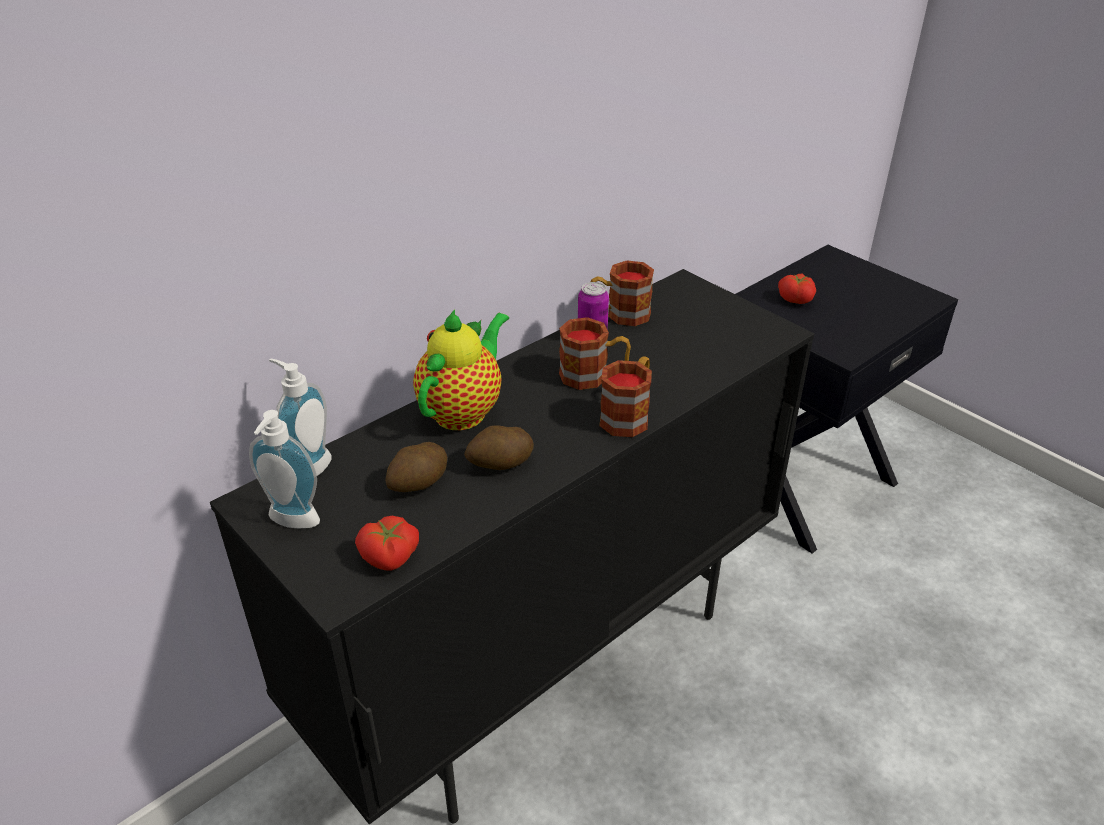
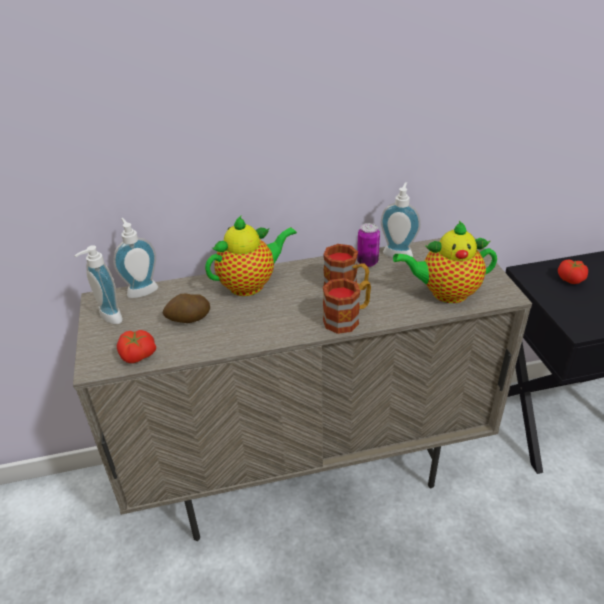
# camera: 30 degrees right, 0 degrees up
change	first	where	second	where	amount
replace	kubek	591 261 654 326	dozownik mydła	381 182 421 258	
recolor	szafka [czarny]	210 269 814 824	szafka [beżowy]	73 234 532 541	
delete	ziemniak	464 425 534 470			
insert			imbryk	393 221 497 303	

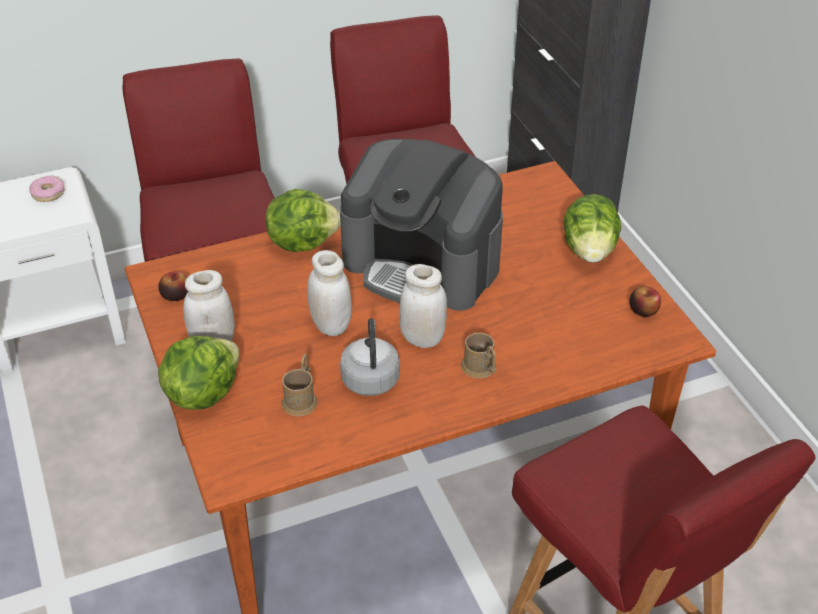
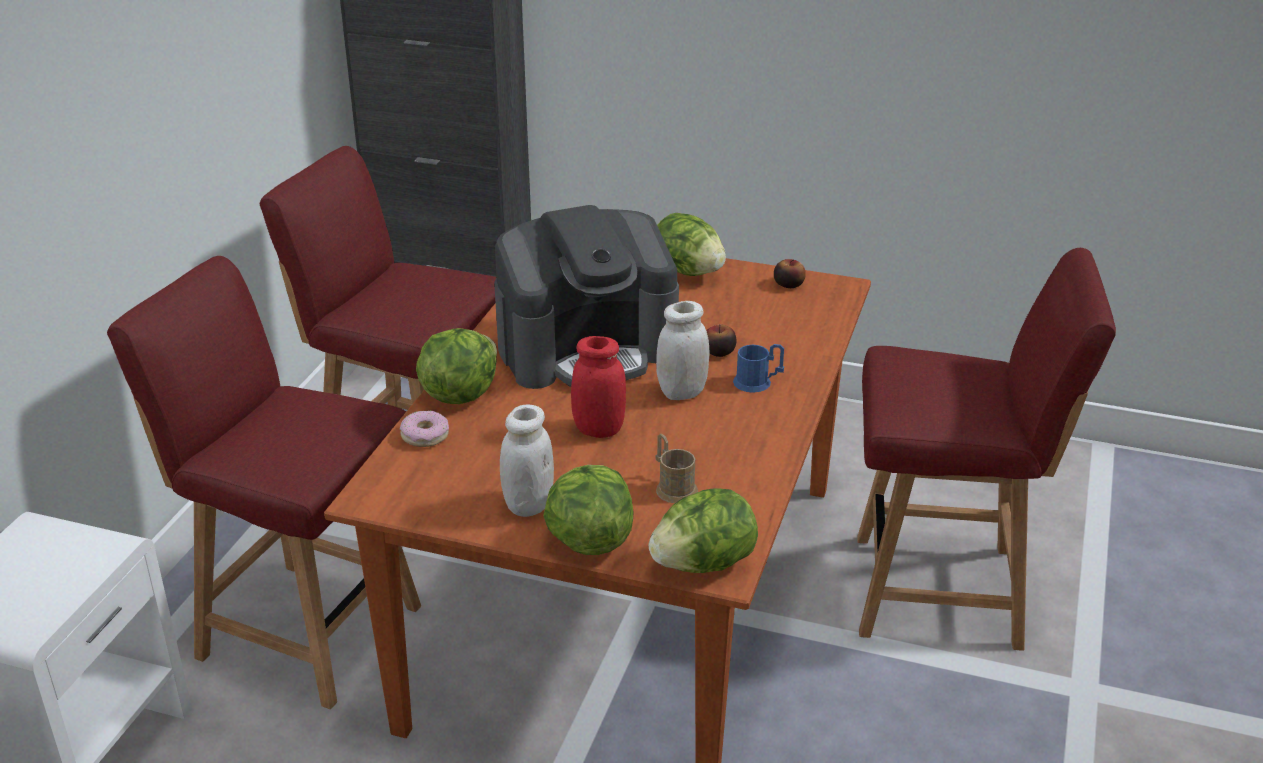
# camera: 50 degrees left, 10 degrees down
change	first	where	second	where	amount
move	donut	29 175 65 202		400 410 449 447	
recolor	słoik [biały]	307 250 352 336	słoik [czerwony]	571 336 626 438	
move	jabłko	158 272 188 301		706 325 736 357	
delete	czajnik [szary]	340 319 400 396			
recolor	kubek [brązowy]	461 333 496 378	kubek [niebieski]	733 344 784 393	
insert			sałata	648 489 758 573	

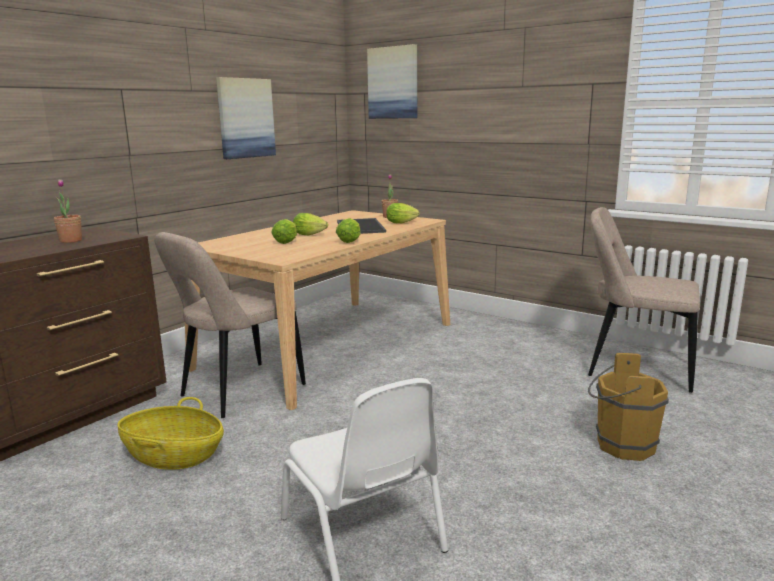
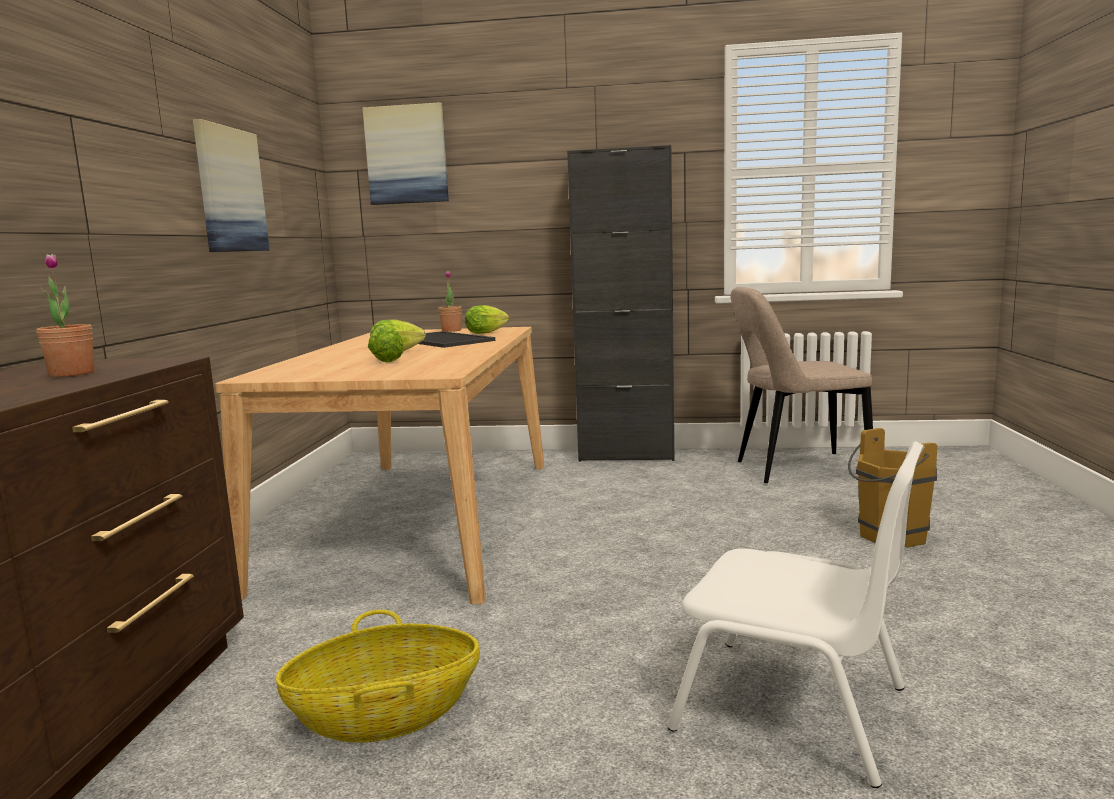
# camera: 30 degrees left, 5 degrees down
change	first	where	second	where	amount
delete	sałata	336 218 361 243			
delete	krzesło [beżowy]	154 232 306 418			
insert			szafka [czarny]	567 145 674 462	

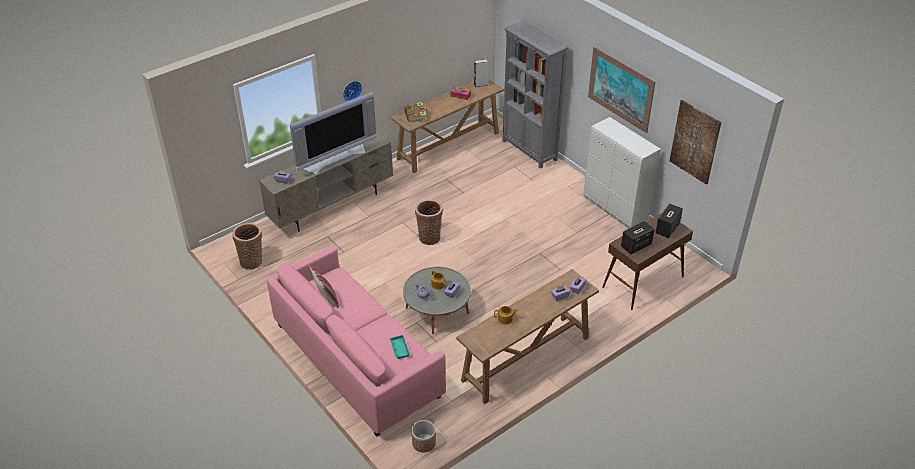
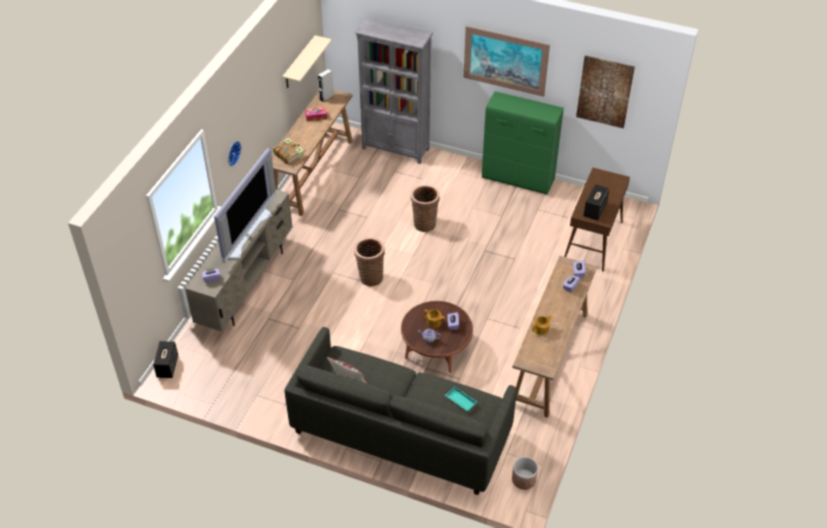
# camera: 30 degrees left, 5 degrees up
change	first	where	second	where	amount
recolor	szafka [biały]	583 117 661 228	szafka [zielony]	482 91 564 195	
move	głośnik	655 203 683 238		153 341 178 378	
move	koszyk	232 223 262 269		411 185 440 232	
recolor	kanapa [różowy]	266 246 446 437	kanapa [szary]	285 327 516 495	
recolor	ława [szary]	403 267 471 334	ława [brązowy]	401 301 473 373	
insert			półka [beżowy]	282 35 332 88	

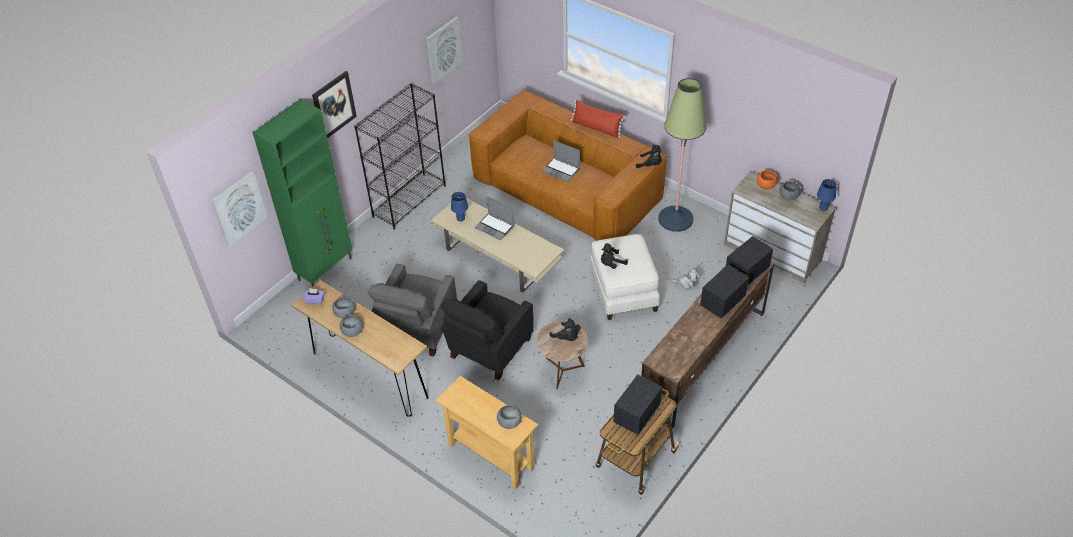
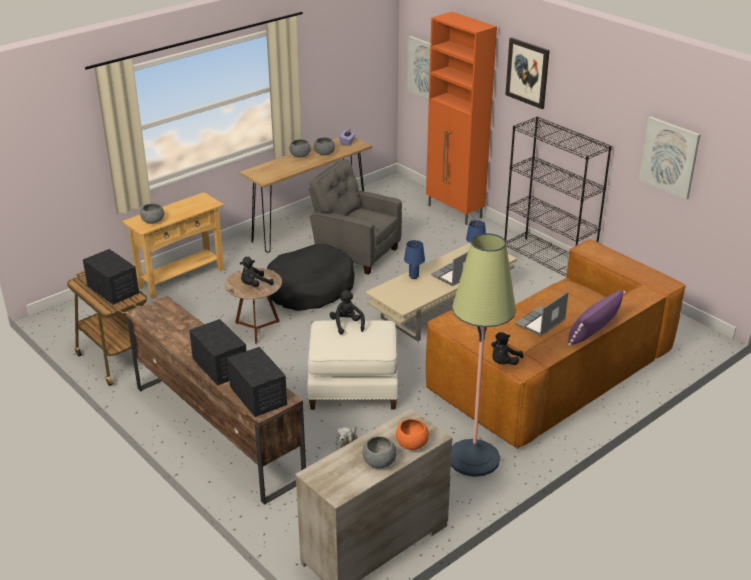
# camera: 100 degrees right, 15 degrees down
change	first	where	second	where	amount
recolor	szafka [zielony]	253 99 353 287	szafka [pomarańczowy]	426 12 497 225	
recolor	poduszka [czerwony]	571 100 625 138	poduszka [fioletowy]	568 290 626 346	
move	lampa stołowa [niebieski]	817 179 837 211		404 240 425 279	
replace	fotel [czarny]	440 280 534 381	legowisko [czarny]	267 244 355 311	

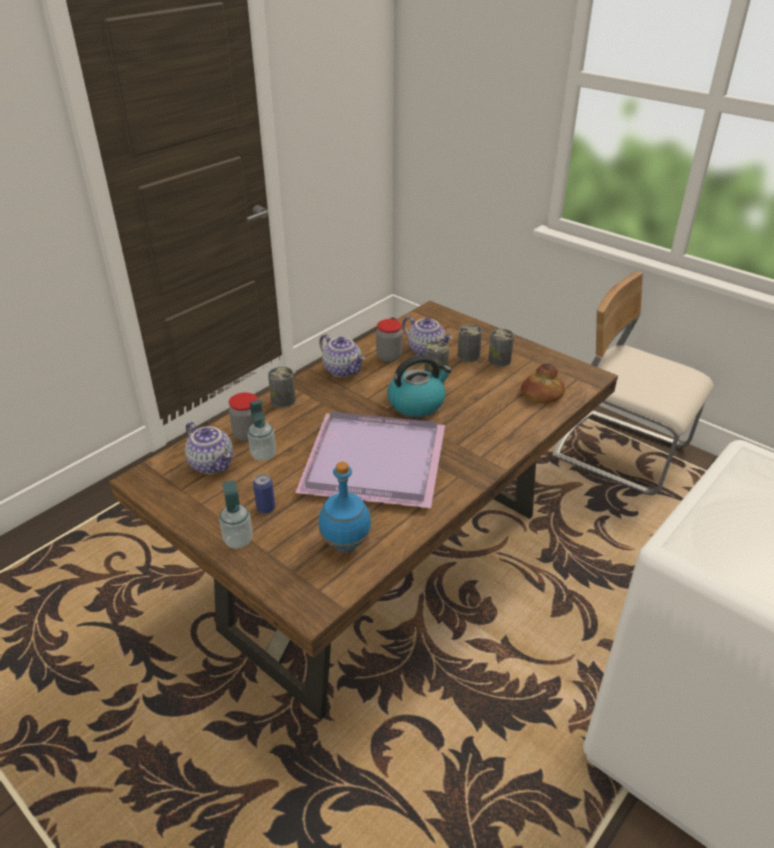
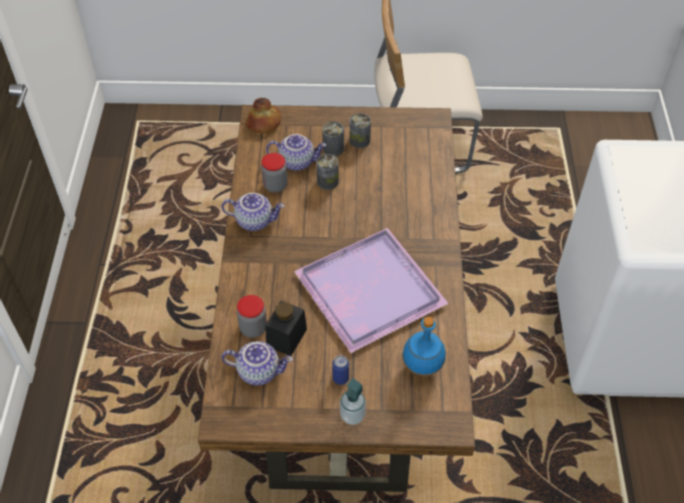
# camera: 40 degrees left, 15 degrees up
change	first	where	second	where	amount
delete	czajnik	388 355 452 417			
move	chleb	521 363 565 403		245 98 281 134	
delete	puszka	268 367 296 408			
replace	dozownik mydła	247 400 276 461	słoik [czarny]	265 301 307 356	

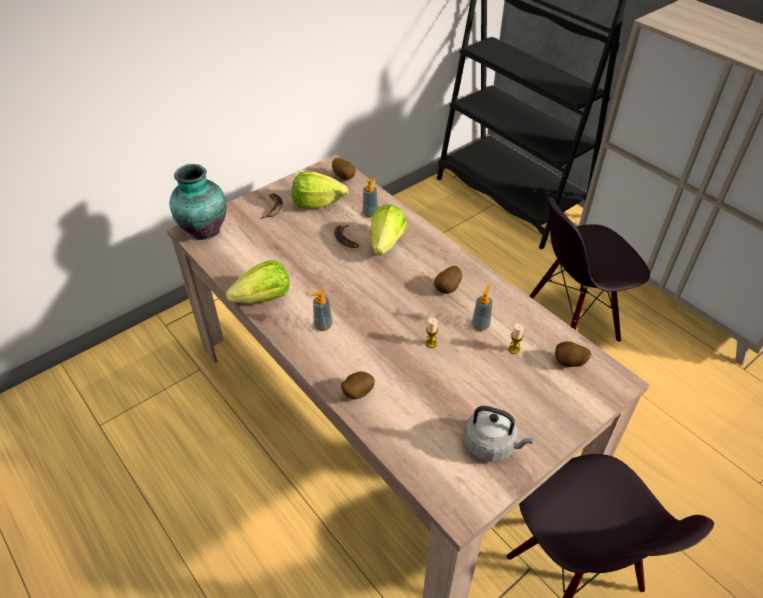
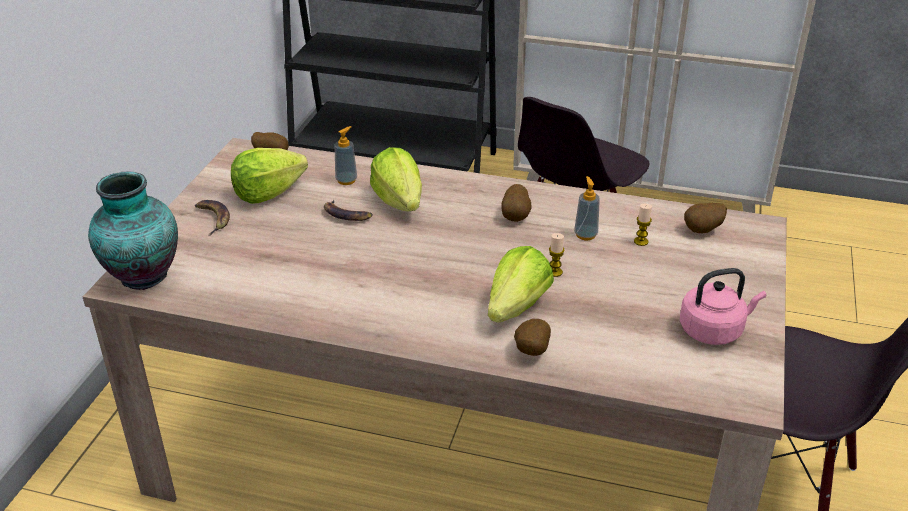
# camera: 35 degrees left, 10 degrees down
change	first	where	second	where	amount
move	sałata	226 260 290 304		488 246 554 323	
delete	dozownik mydła	311 289 332 331			
recolor	czajnik [szary]	464 406 533 462	czajnik [różowy]	680 268 766 345	

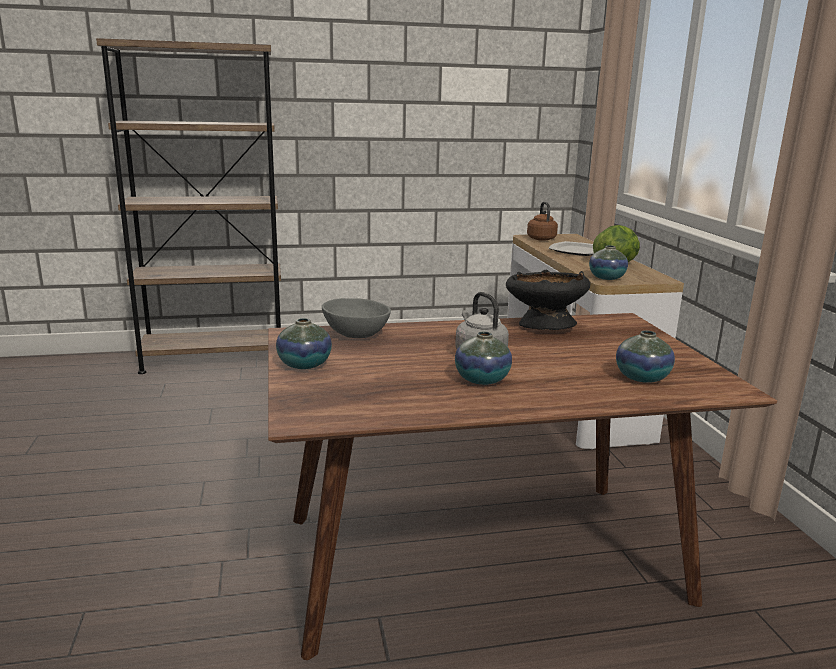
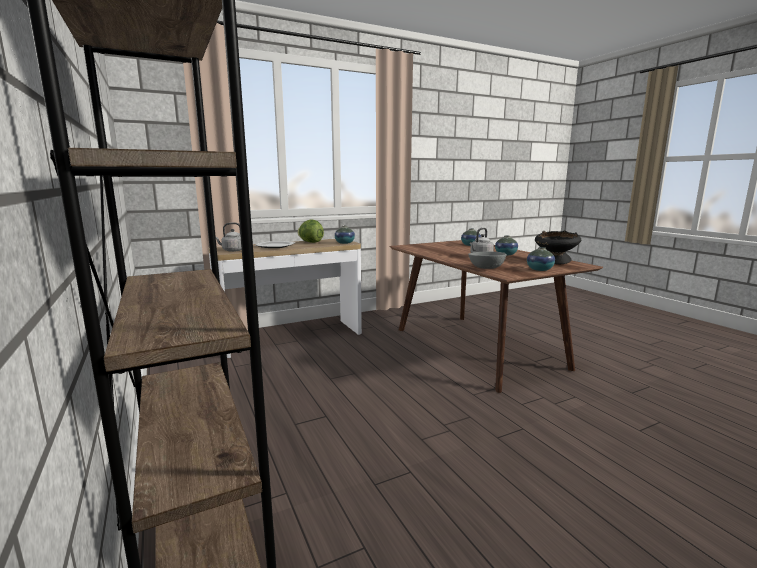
# camera: 105 degrees left, 5 degrees down
change	first	where	second	where	amount
recolor	czajnik [brązowy]	527 202 558 241	czajnik [szary]	216 222 242 252	
move	miska [czarny]	506 270 591 330		535 230 581 264	

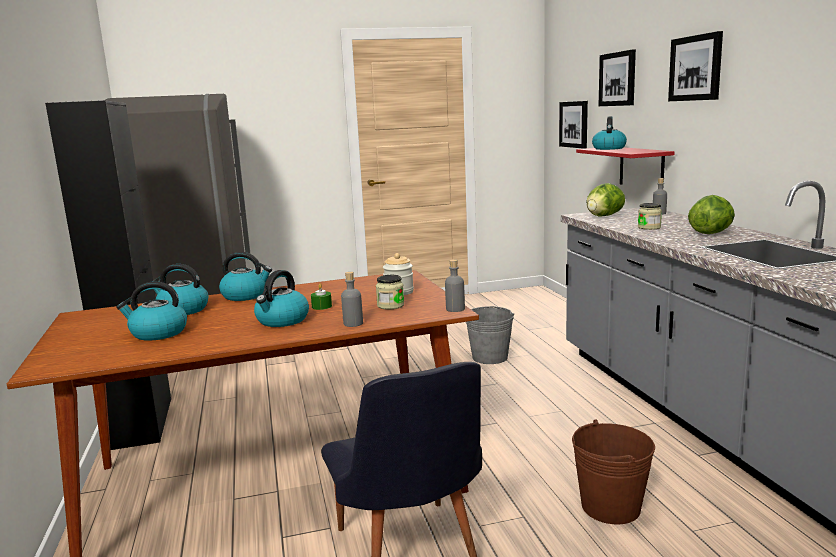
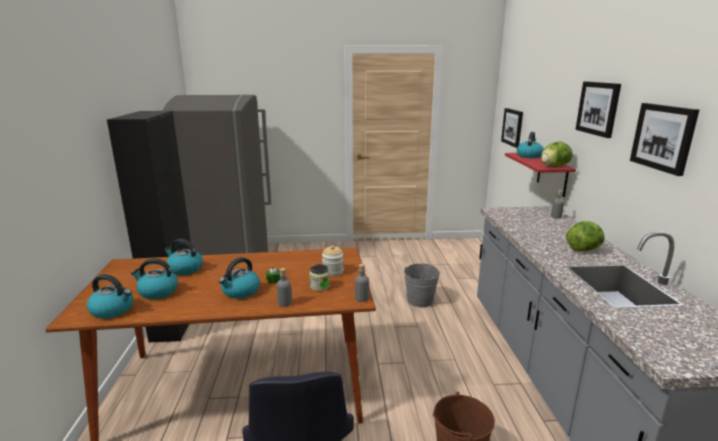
# camera: 10 degrees right, 5 degrees up
change	first	where	second	where	amount
move	obraz	599 49 636 106		630 103 699 176	
move	sałata	586 183 625 217		541 141 573 167	
delete	słoik	638 203 662 230			
move	czajnik	219 252 272 301		87 274 133 319	

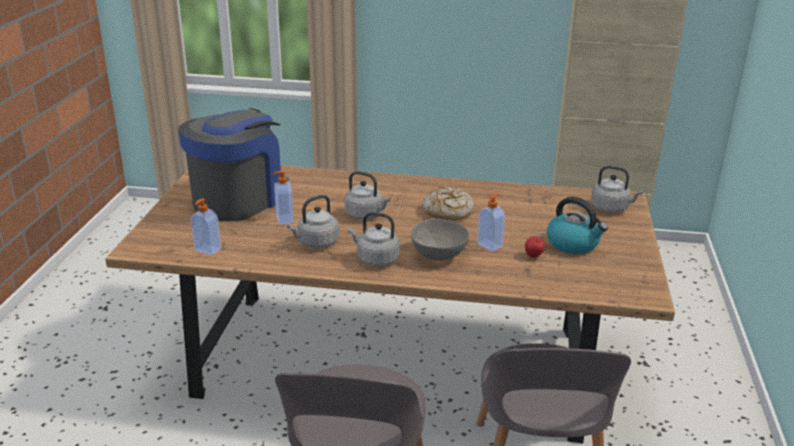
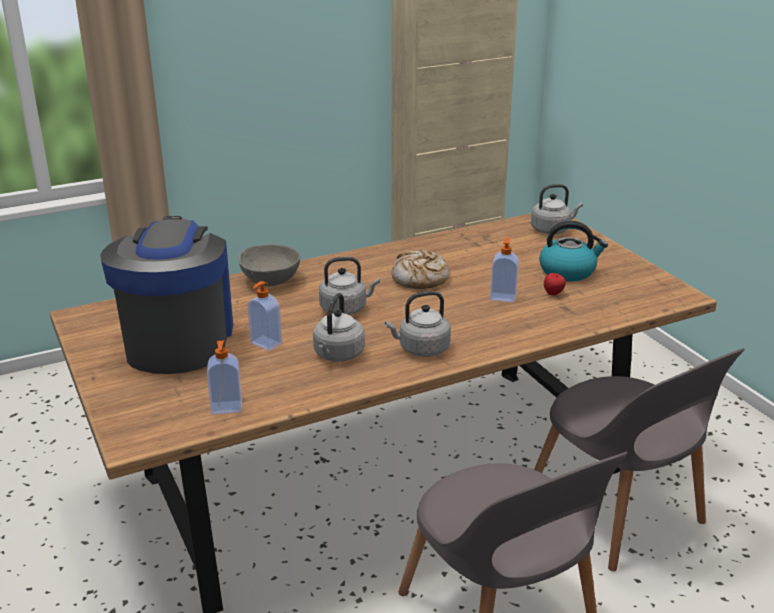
# camera: 35 degrees left, 0 degrees up
change	first	where	second	where	amount
move	miska [szary]	411 219 469 261		238 244 300 286	

